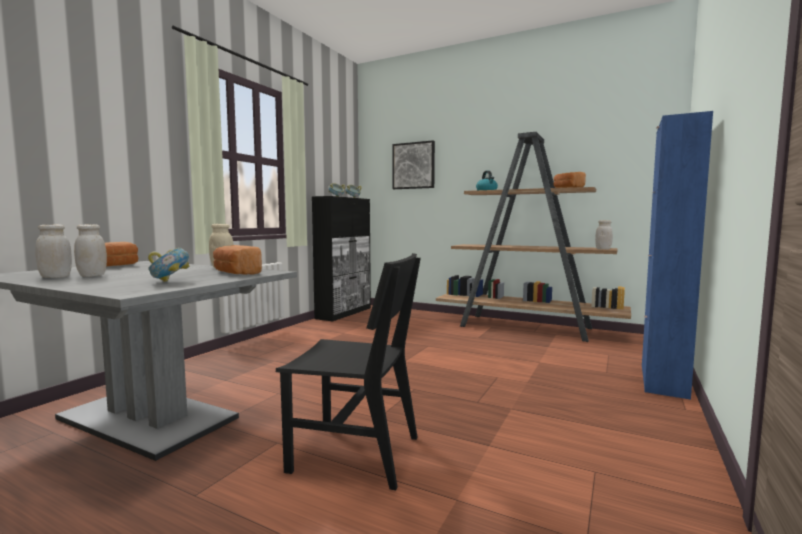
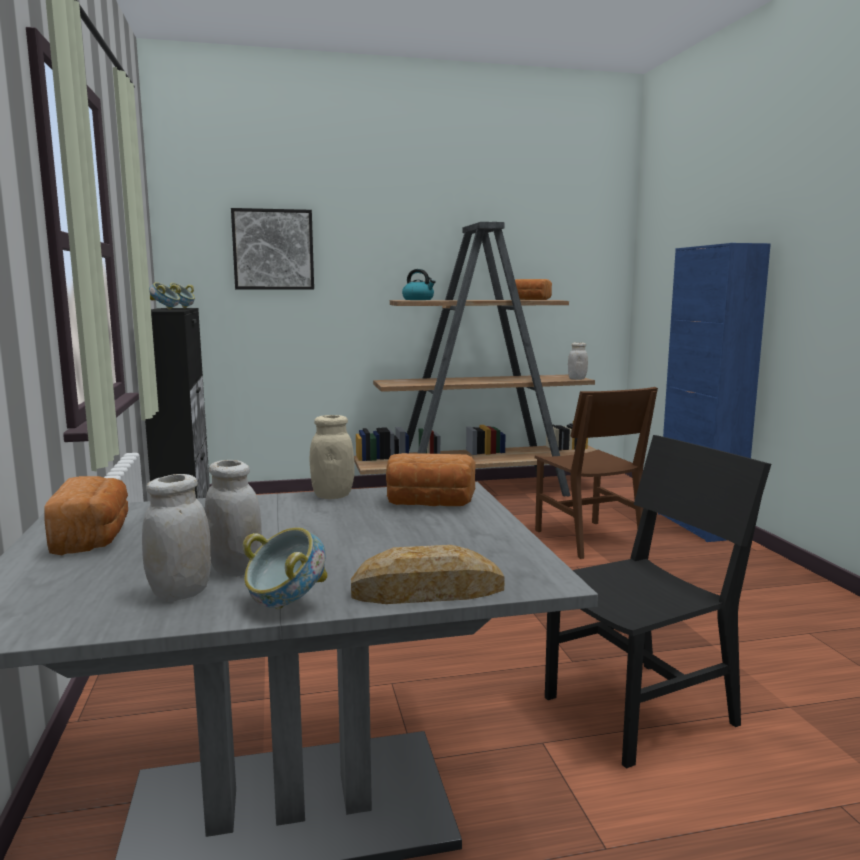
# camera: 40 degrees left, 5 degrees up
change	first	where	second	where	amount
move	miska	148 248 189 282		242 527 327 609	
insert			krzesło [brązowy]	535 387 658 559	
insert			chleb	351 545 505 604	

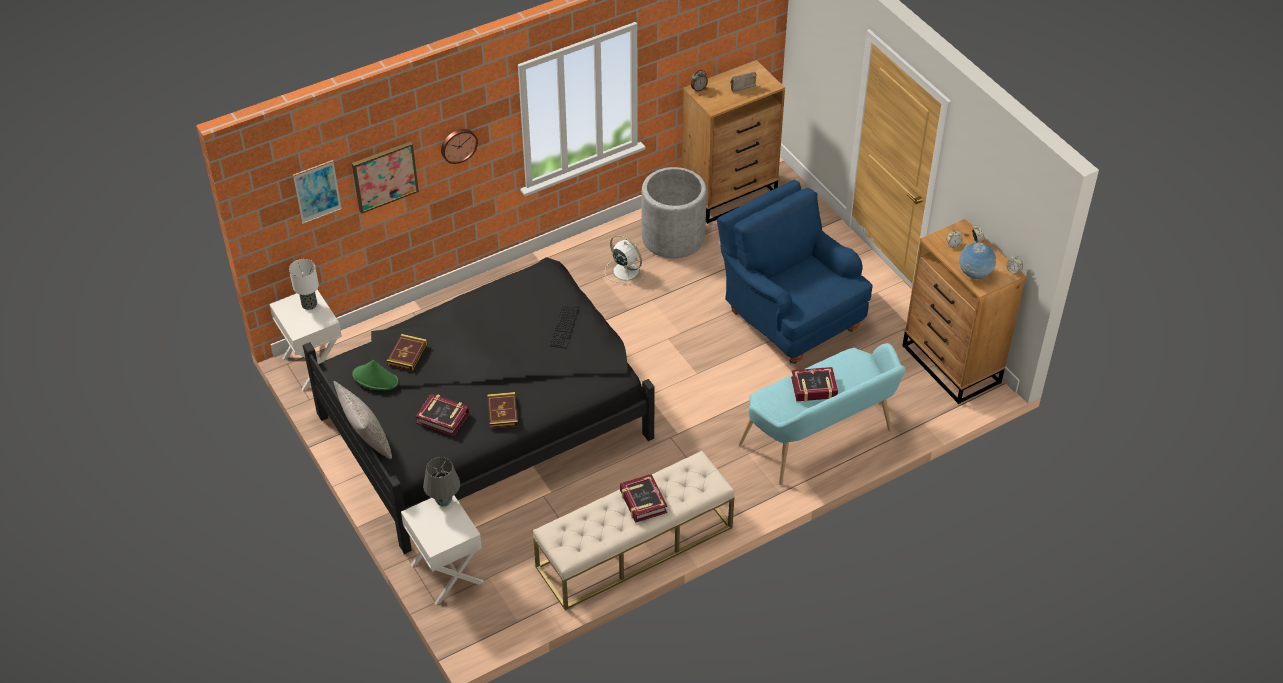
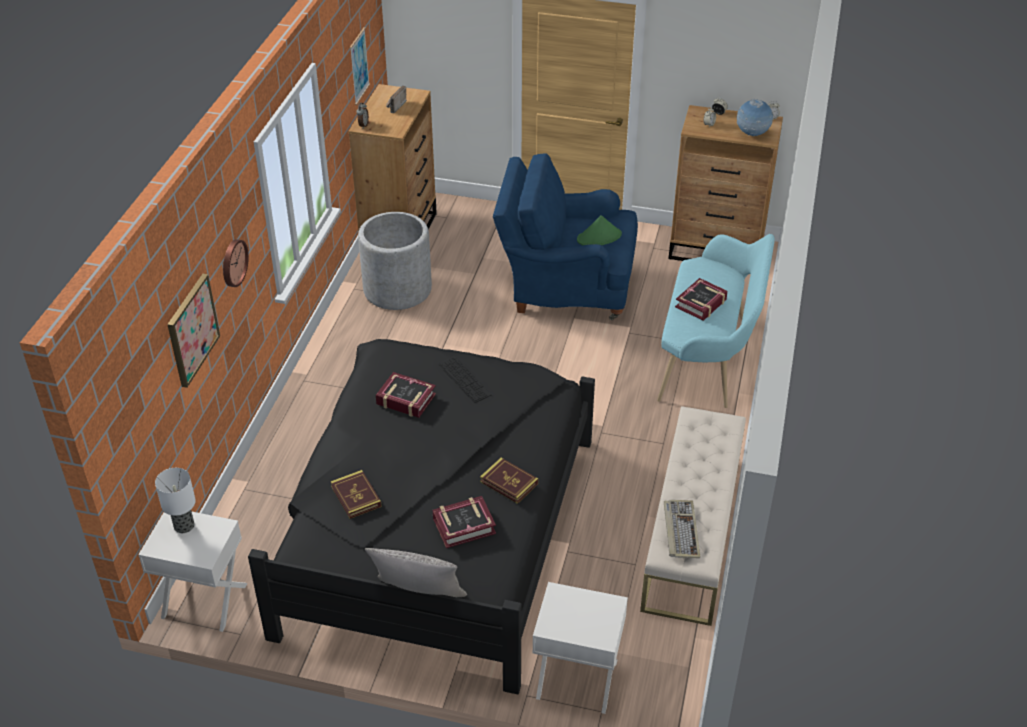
# camera: 45 degrees left, 5 degrees down
change	first	where	second	where	amount
move	obraz	293 160 342 224		350 27 370 105	
delete	wentylator [biały]	605 235 646 285			
move	kapelusz [zielony]	352 360 399 390		577 215 622 245	
delete	lampa stołowa [szary]	423 457 460 507			
move	książka	620 474 667 523		376 372 436 418	
insert			klawiatura	664 500 700 558	

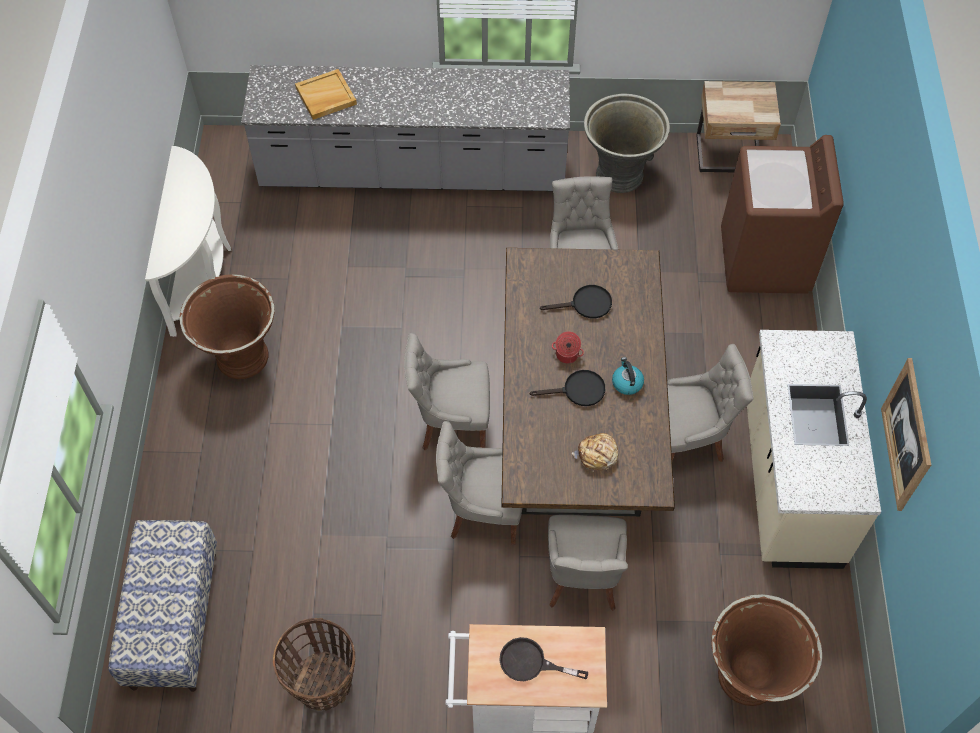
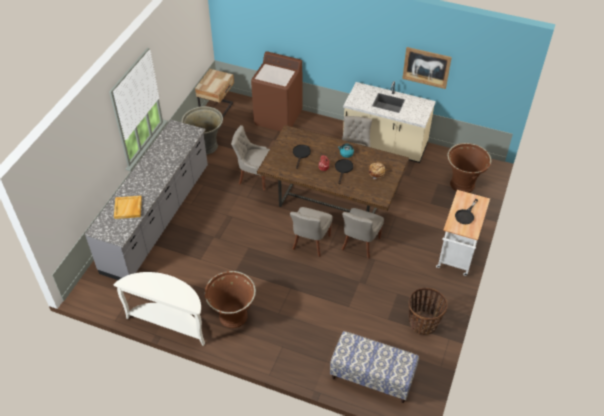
# camera: 70 degrees left, 10 degrees down
change	first	where	second	where	amount
delete	krzesło [szary]	548 514 628 611			

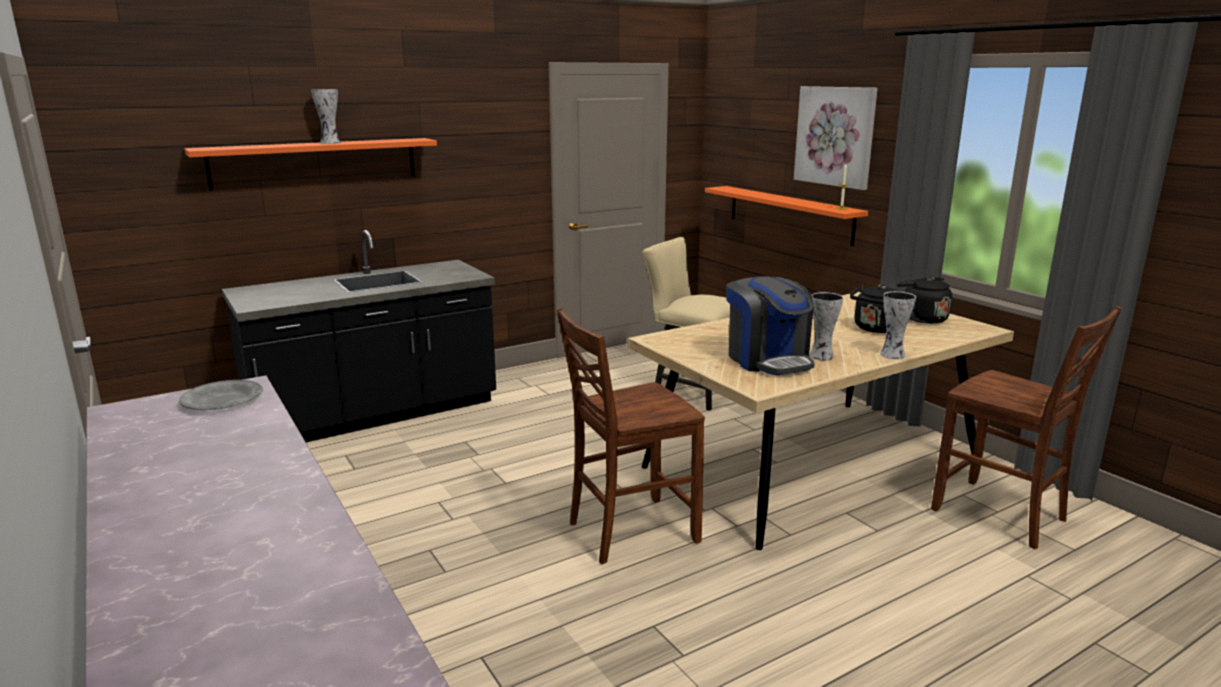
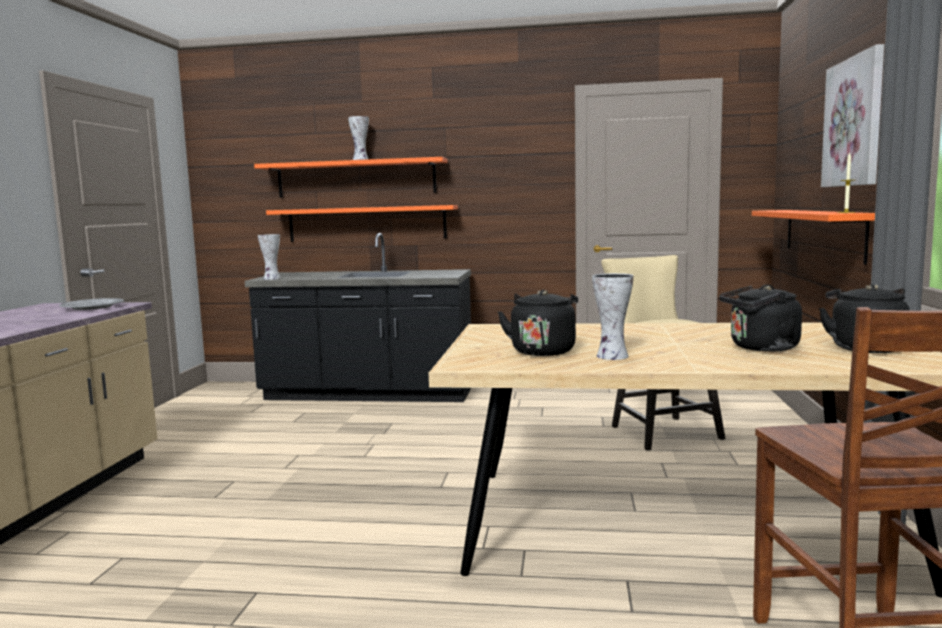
# camera: 40 degrees right, 10 degrees down
change	first	where	second	where	amount
replace	ekspres do kawy	726 276 815 375	czajnik [czarny]	498 290 578 356	
move	wazon	880 291 916 359		258 234 281 280	
delete	krzesło [brązowy]	556 307 705 564			
insert			półka [pomarańczowy]	266 205 458 242	

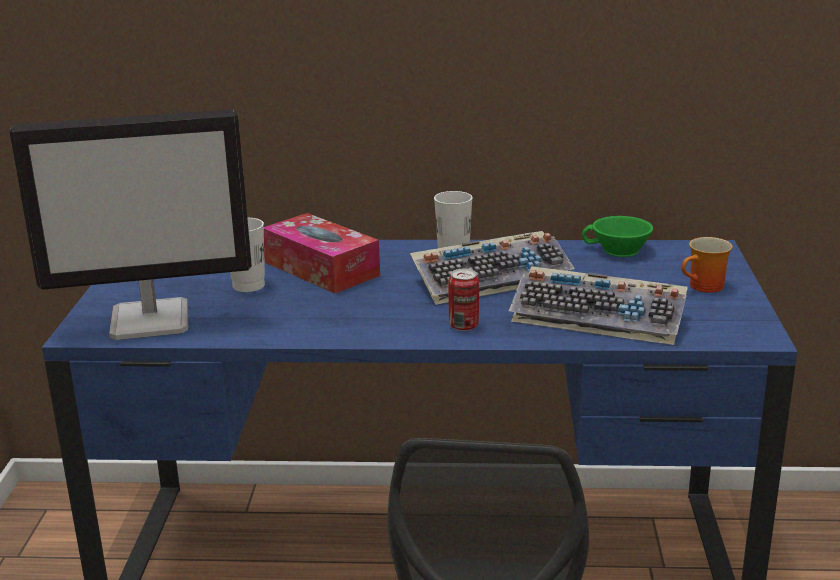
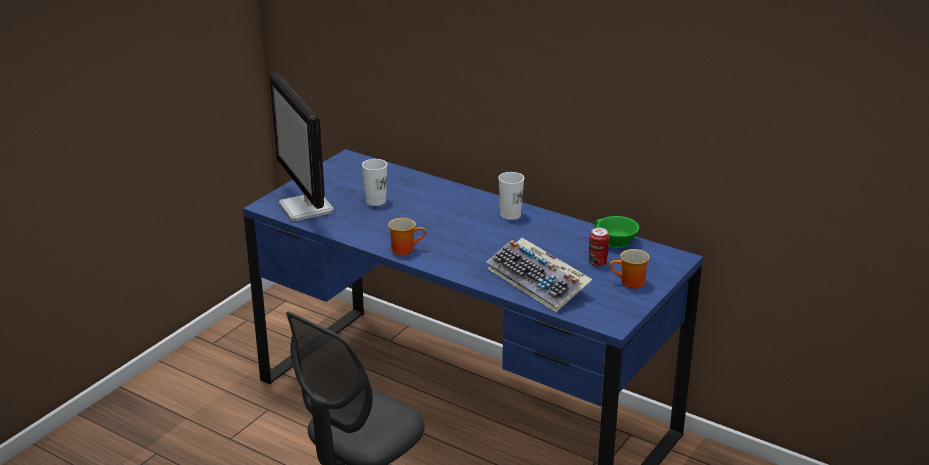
# camera: 30 degrees right, 5 degrees up
change	first	where	second	where	amount
rotate	monitor	9 109 252 340		270 73 334 221	45 degrees clockwise
delete	pudełko chusteczek	264 213 380 294			
delete	klawiatura	410 231 575 305			
move	puszka	448 269 479 331		589 228 609 266	
insert			kubek	388 218 426 255	

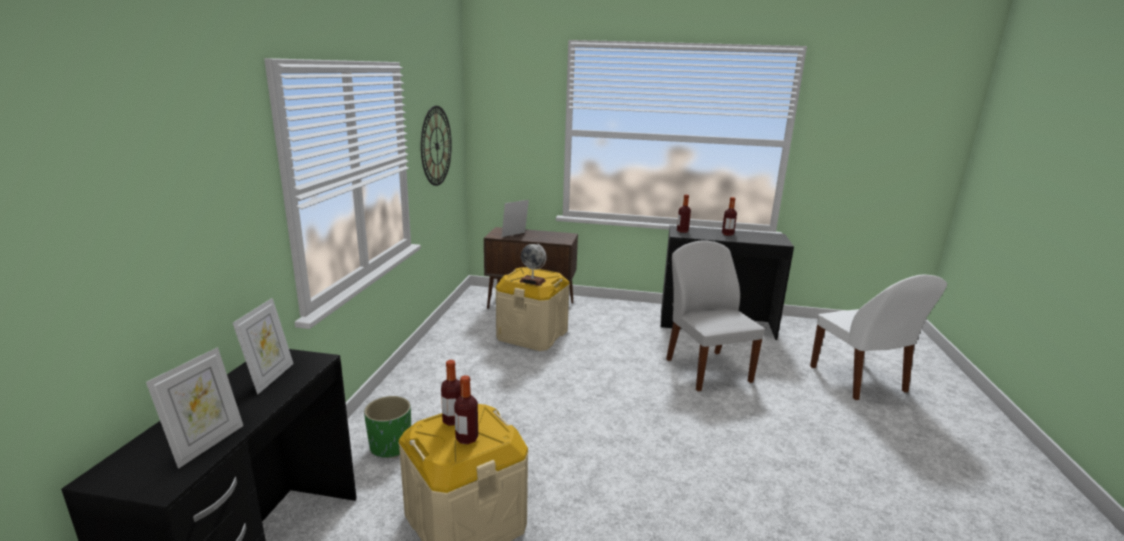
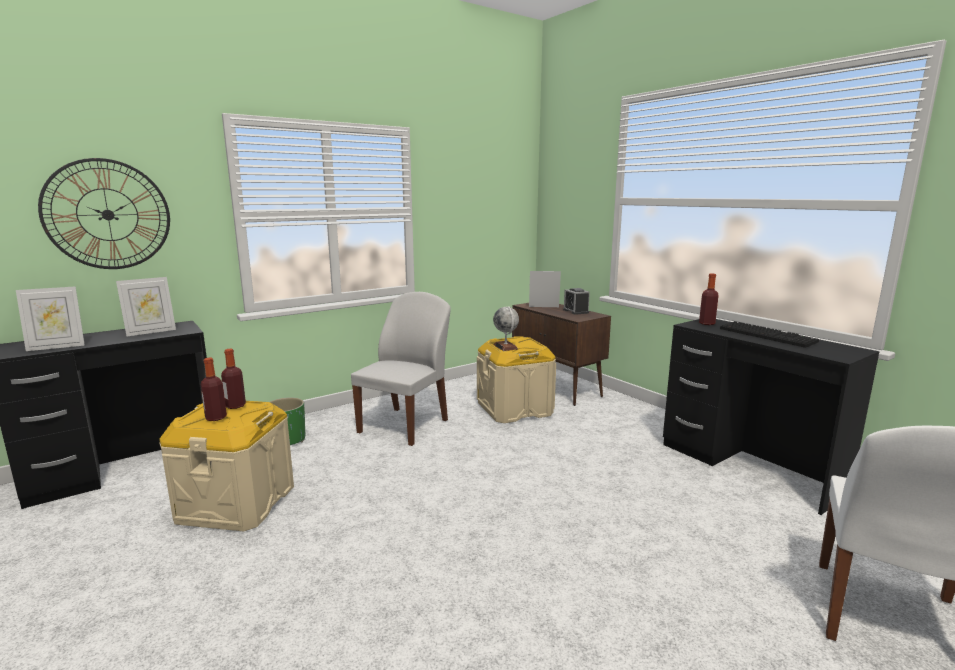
# camera: 45 degrees right, 5 degrees down
change	first	where	second	where	amount
move	zegar ścienny	421 106 452 186		38 158 170 269	
replace	butelka	722 197 737 236	klawiatura	720 321 819 348	
move	krzesło [biały]	666 240 765 391		351 292 451 446	
insert			budzik	563 288 590 315	

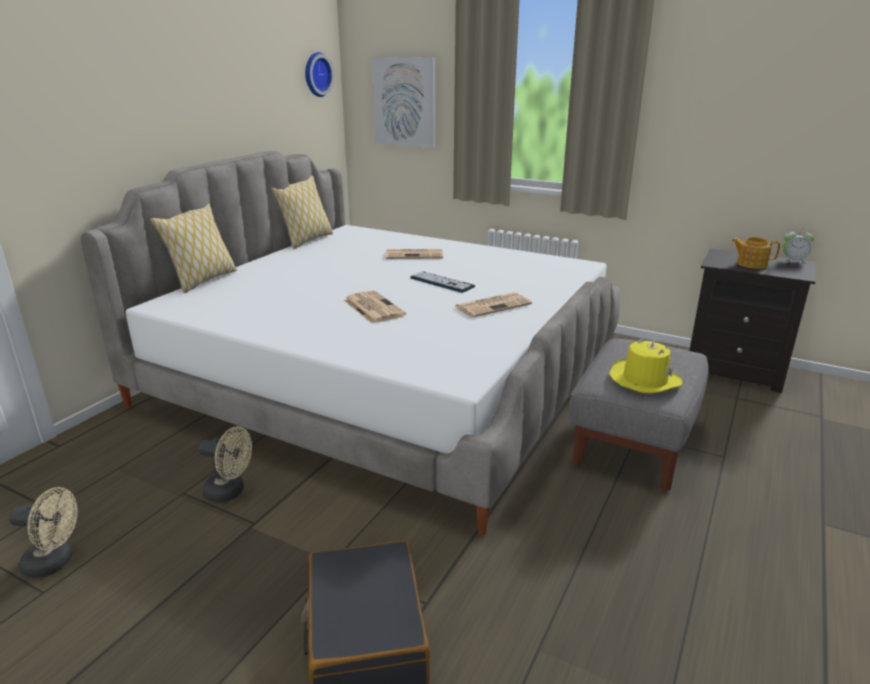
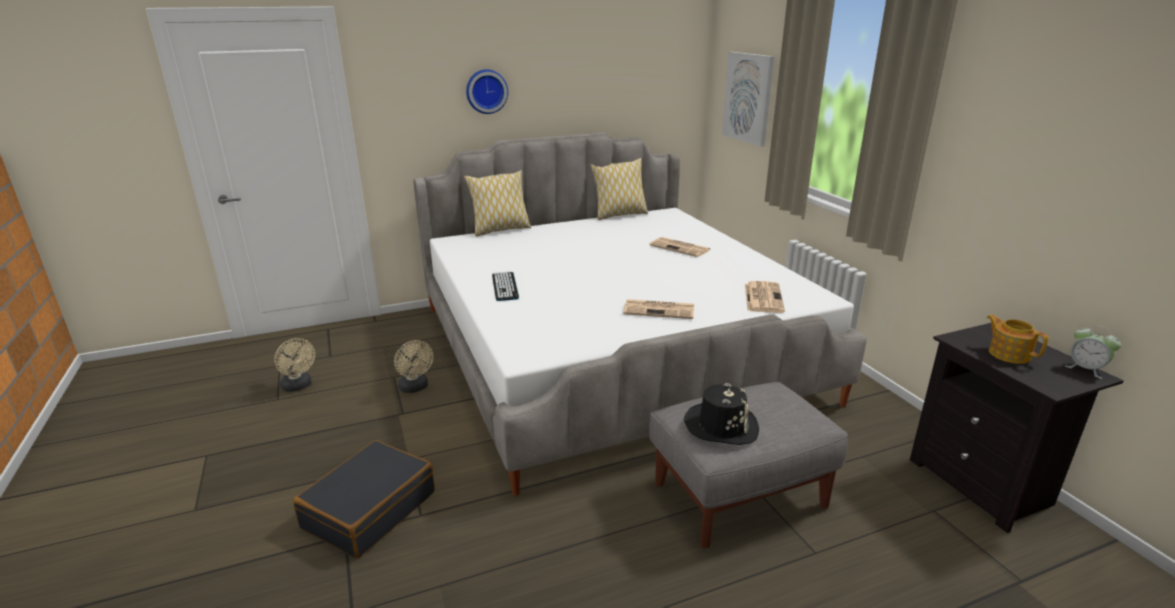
# camera: 40 degrees right, 0 degrees up
change	first	where	second	where	amount
move	zegar ścienny	305 52 334 97		466 69 508 114	
move	klawiatura	410 271 475 293		492 271 519 301	
move	gazeta	344 290 406 323		745 281 785 313	
recolor	kapelusz [żółty]	610 339 683 393	kapelusz [czarny]	684 383 759 445	

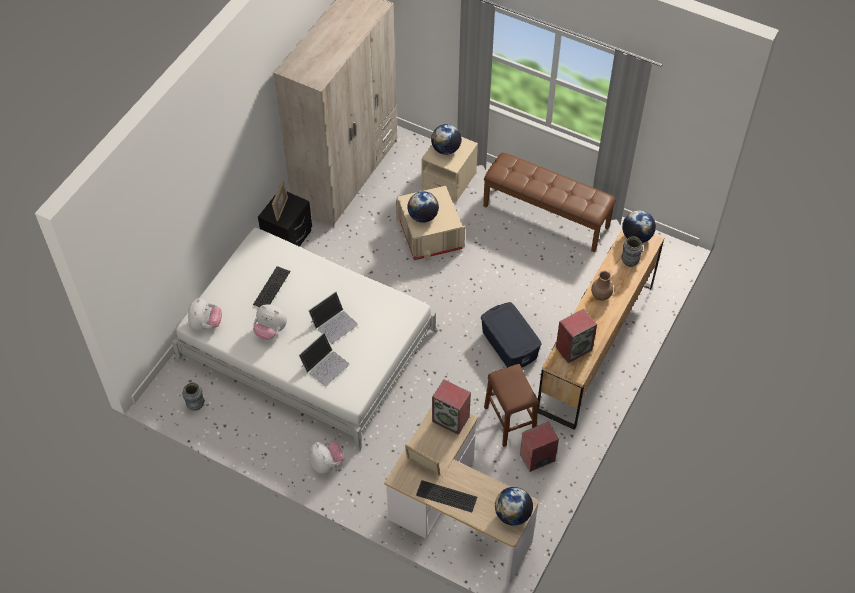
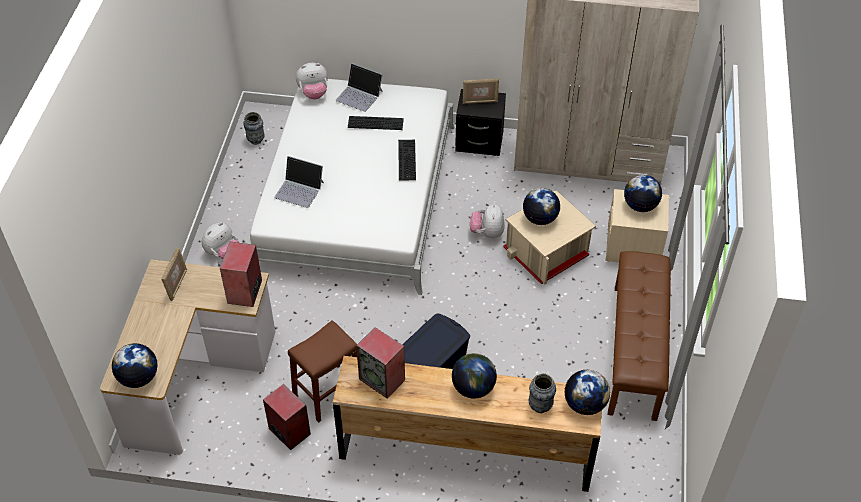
# camera: 70 degrees right, 5 degrees down
change	first	where	second	where	amount
replace	wazon [brązowy]	591 271 613 301	globus	452 353 497 399	
move	laptop	308 292 358 344		336 63 383 112	
move	pluszak	253 304 287 340		470 203 505 238	
move	klawiatura	416 480 477 512		398 140 416 181	

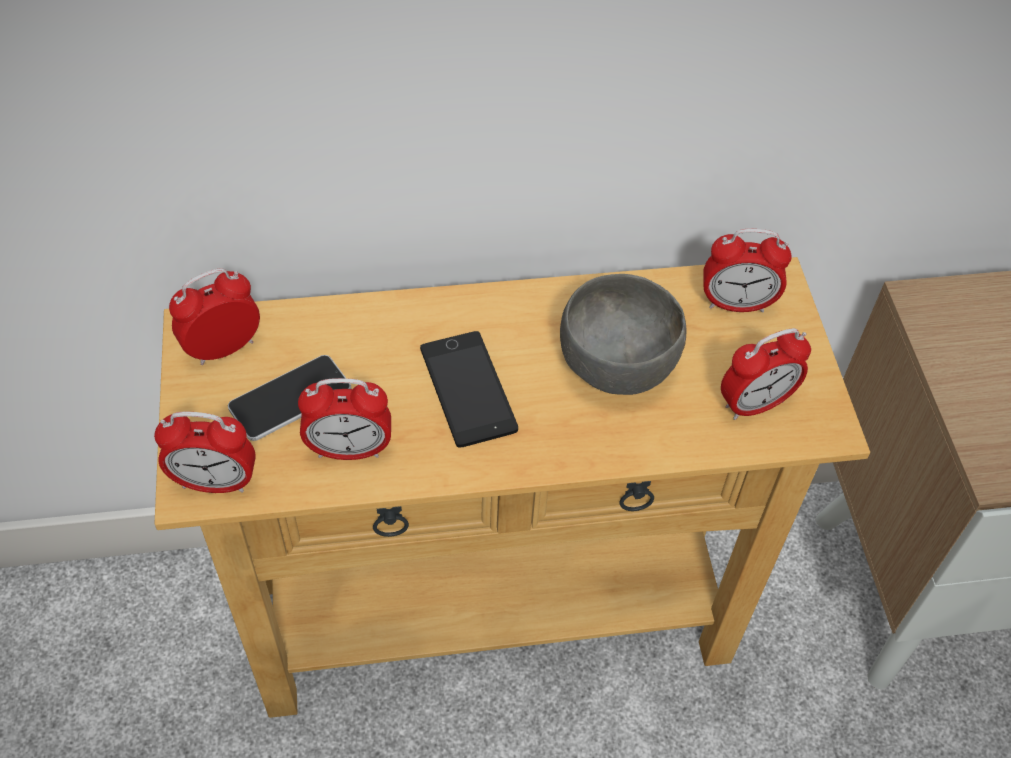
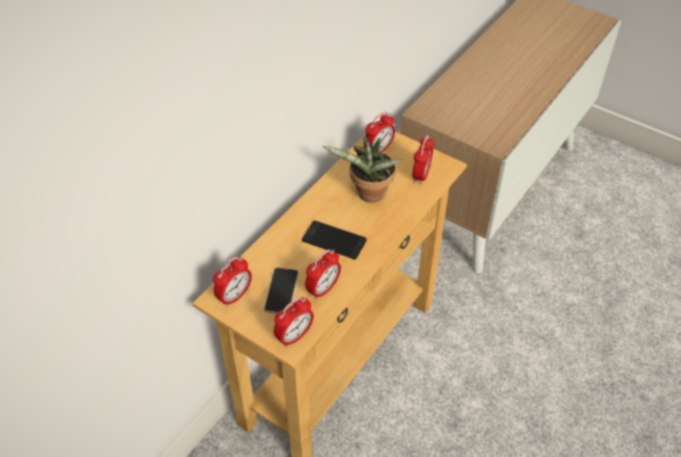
# camera: 45 degrees left, 5 degrees down
change	first	where	second	where	amount
rotate	budzik	169 268 260 365		213 257 252 307	150 degrees counterclockwise
replace	miska [szary]	560 274 686 395	roślina doniczkowa	323 137 403 203	

